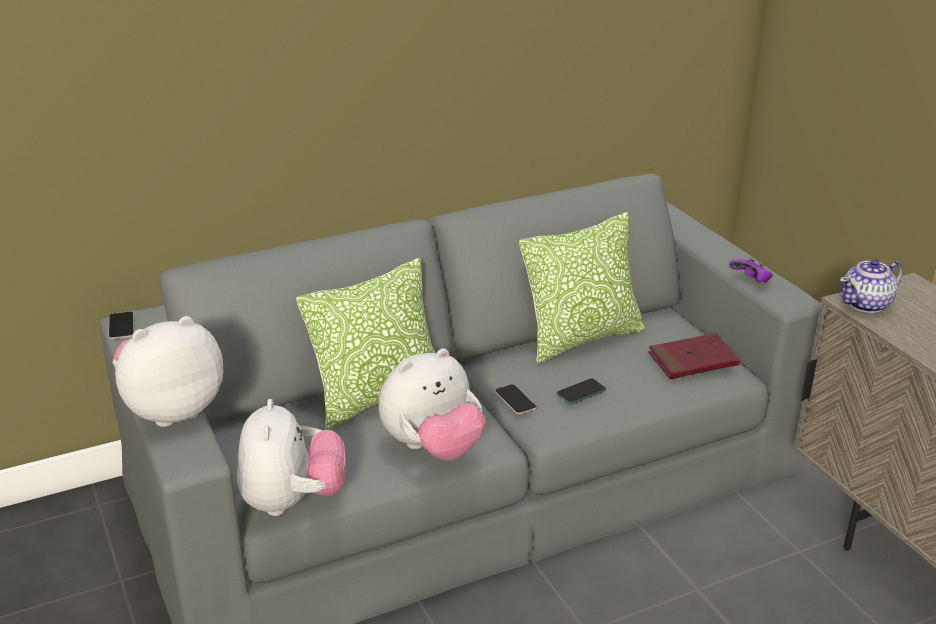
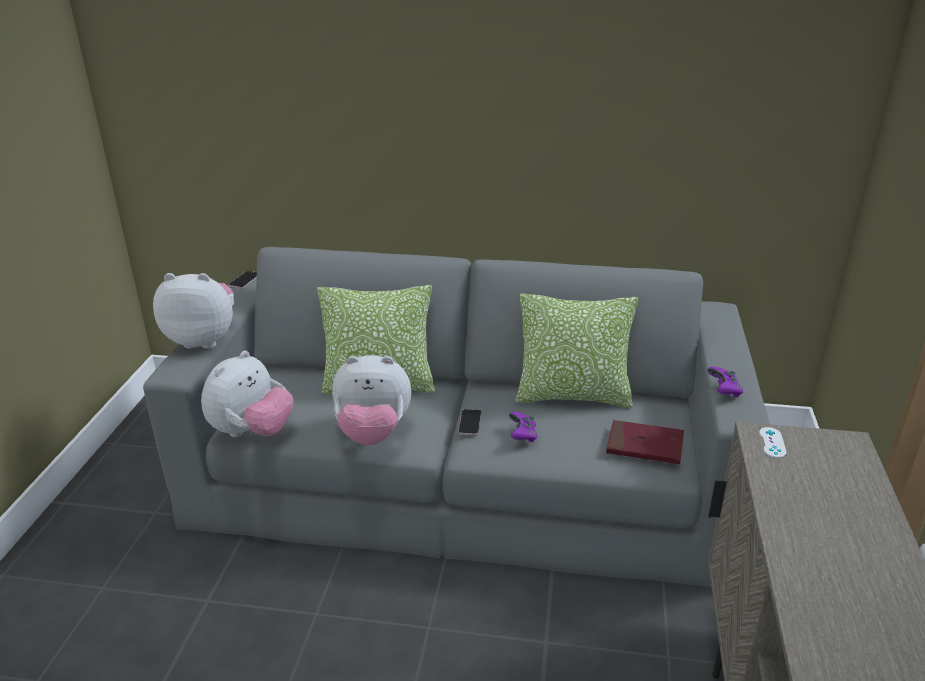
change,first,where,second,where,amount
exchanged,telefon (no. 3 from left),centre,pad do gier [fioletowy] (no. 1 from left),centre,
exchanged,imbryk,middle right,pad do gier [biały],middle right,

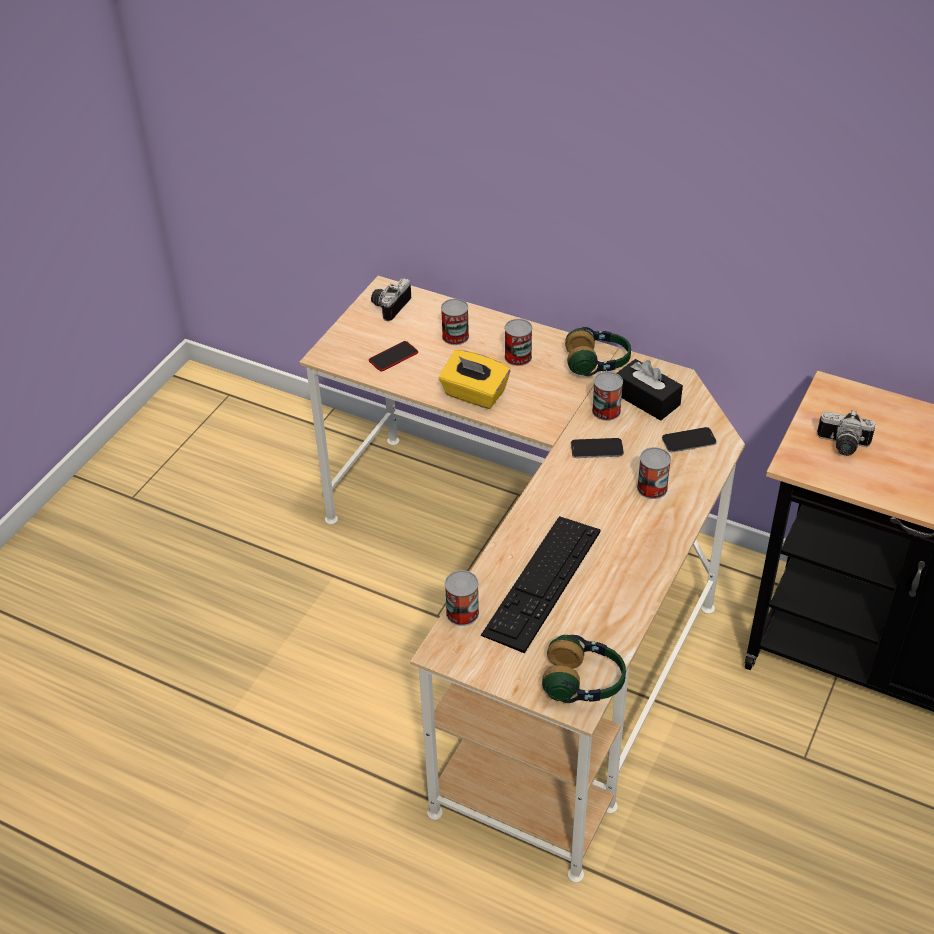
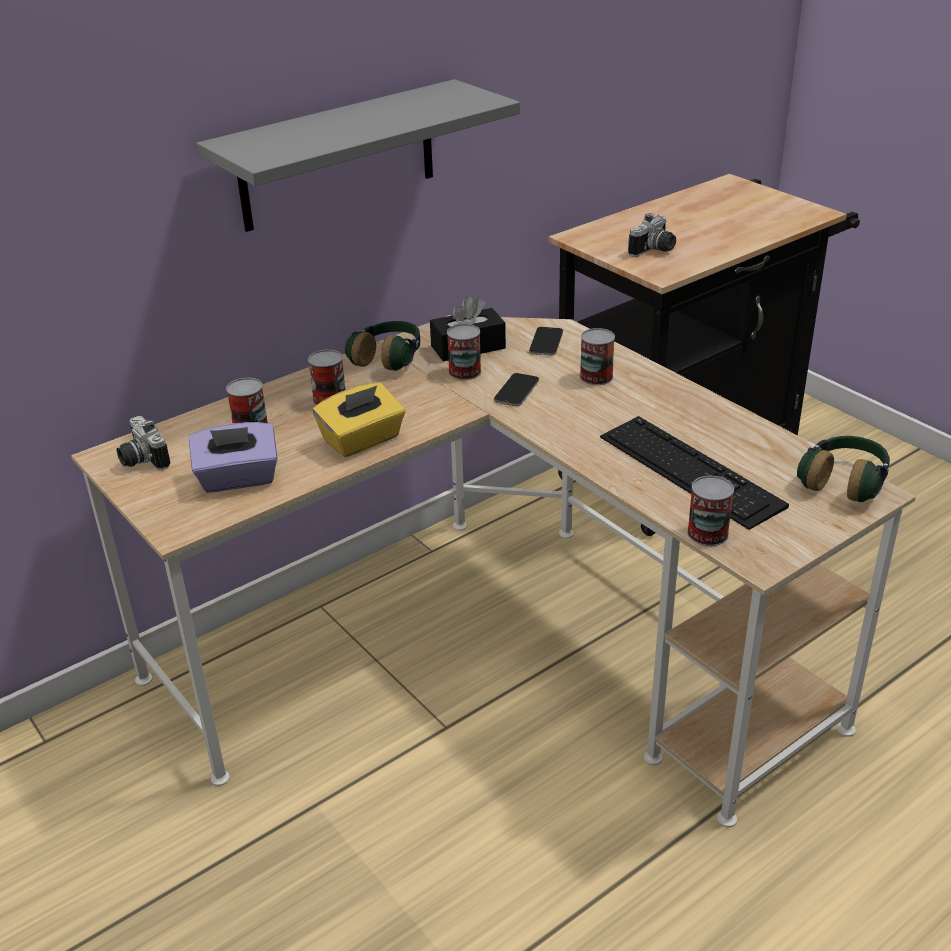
change,first,where,second,where,amount
exchanged,telefon (no. 1 from left),centre,pudełko chusteczek [fioletowy],middle left,
appeared,,,półka [szary],top centre,

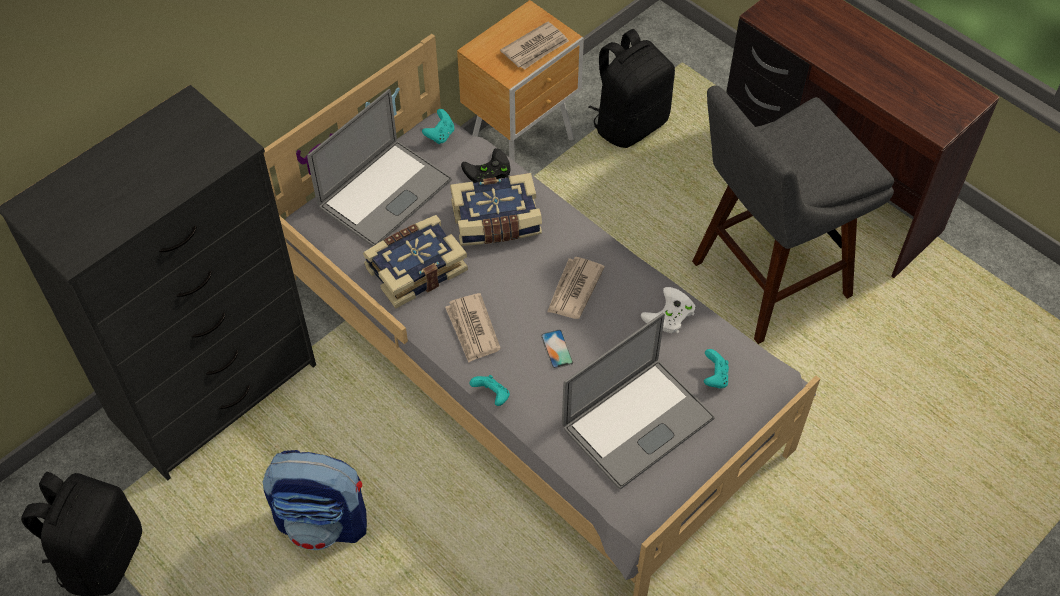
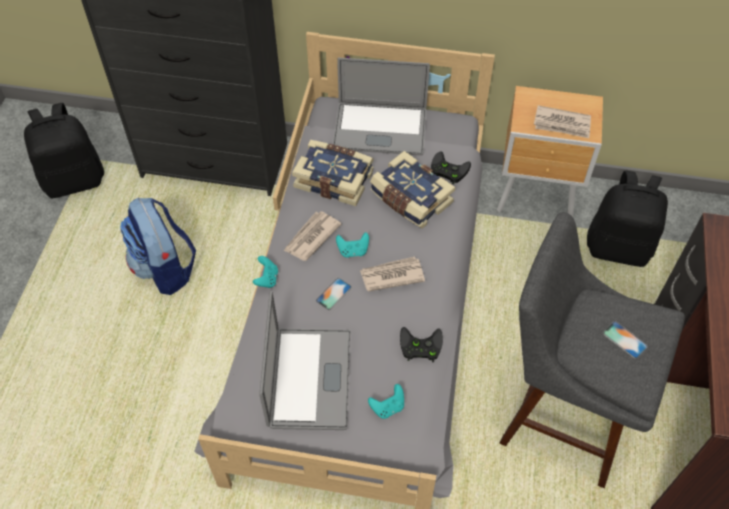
change,first,where,second,where,amount
spun,laptop (no. 2 from left in the first image),bottom centre,laptop (no. 1 from left),bottom centre,105 degrees counterclockwise
relocated,pad do gier [turkusowy] (no. 1 from left in the first image),top centre,pad do gier [turkusowy] (no. 2 from left),centre,
colour,pad do gier [biały],centre,pad do gier [czarny] (no. 1 from left),bottom centre,
appeared,,,telefon (no. 2 from left),bottom right,

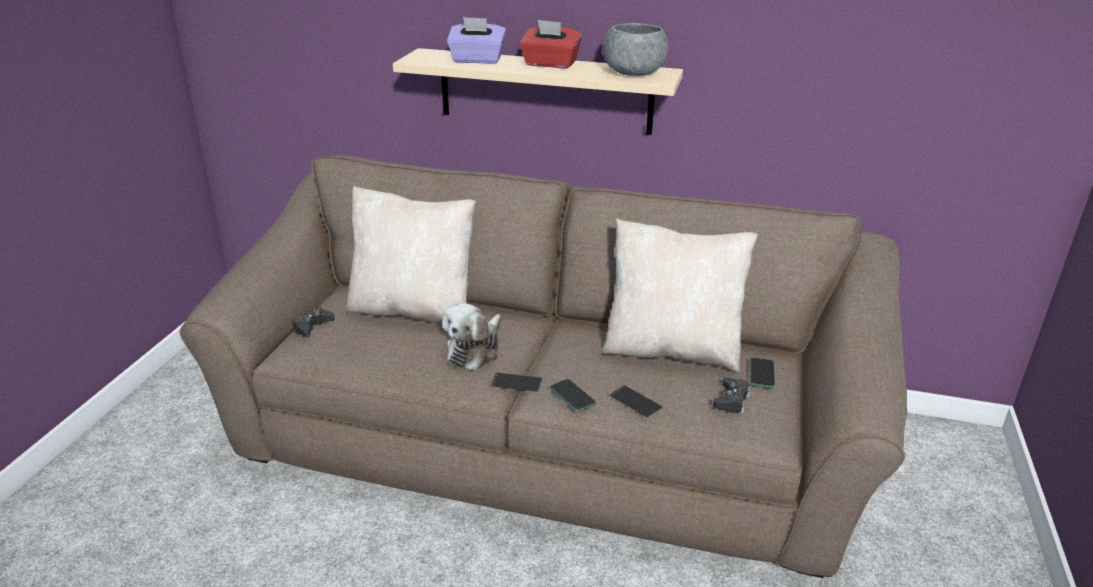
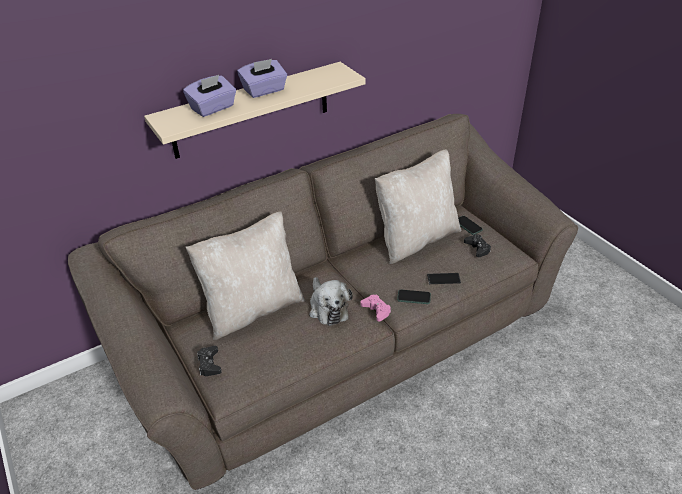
change,first,where,second,where,amount
colour,pudełko chusteczek [czerwony],top centre,pudełko chusteczek [fioletowy] (no. 2 from left),top centre,
exchanged,telefon (no. 1 from left),centre,pad do gier [różowy],centre,
missing,miska [szary],top centre,,,

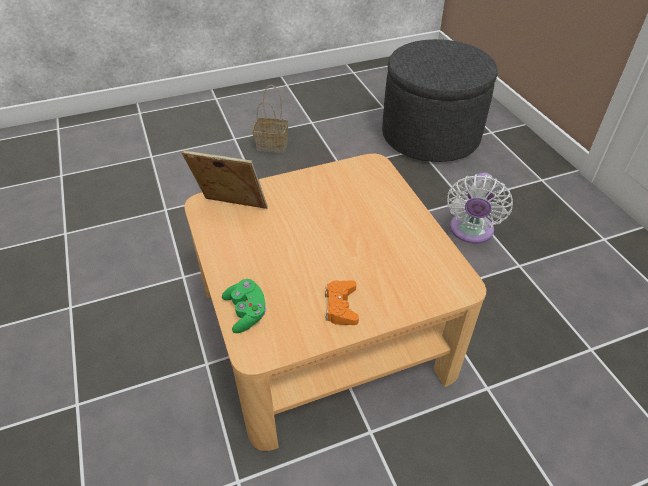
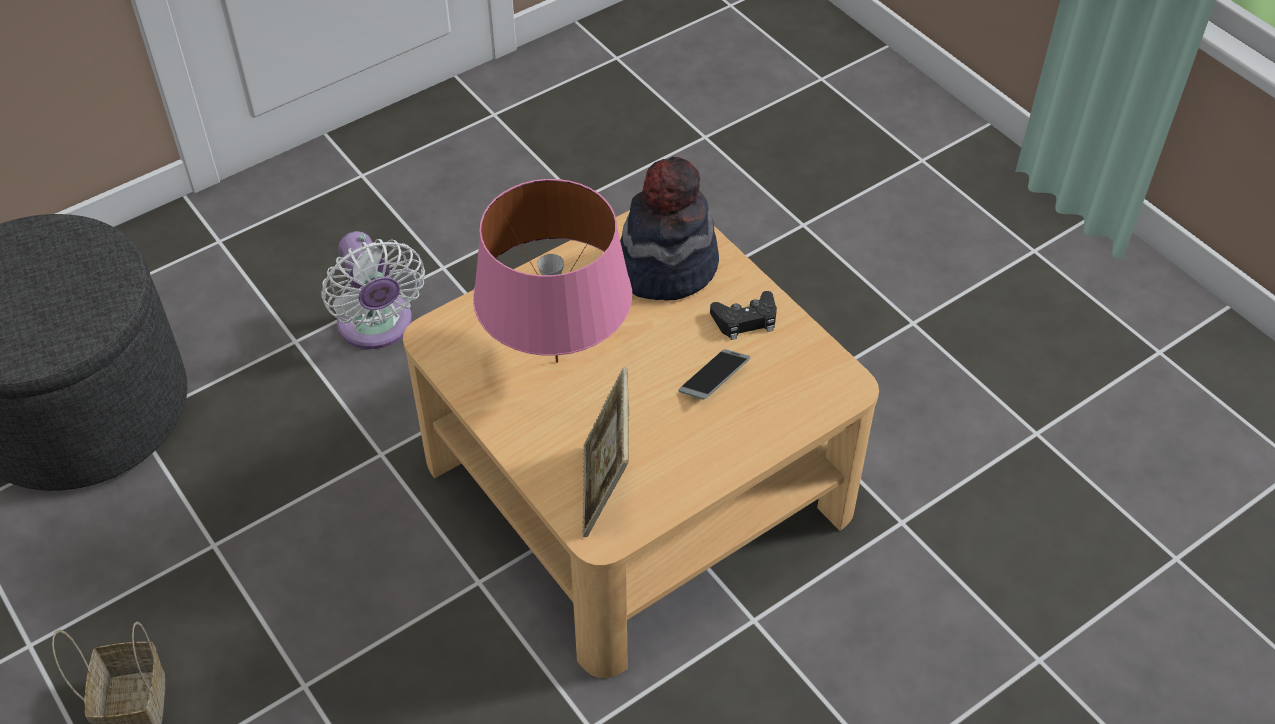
change,first,where,second,where,amount
spun,wentylator [biały],middle right,,middle left,60 degrees clockwise
appeared,,,lampa stołowa [różowy],centre,
appeared,,,kapelusz,top centre,
appeared,,,telefon,centre,
colour,pad do gier [pomarańczowy],centre,pad do gier [czarny],centre,
missing,pad do gier [zielony],centre,,,

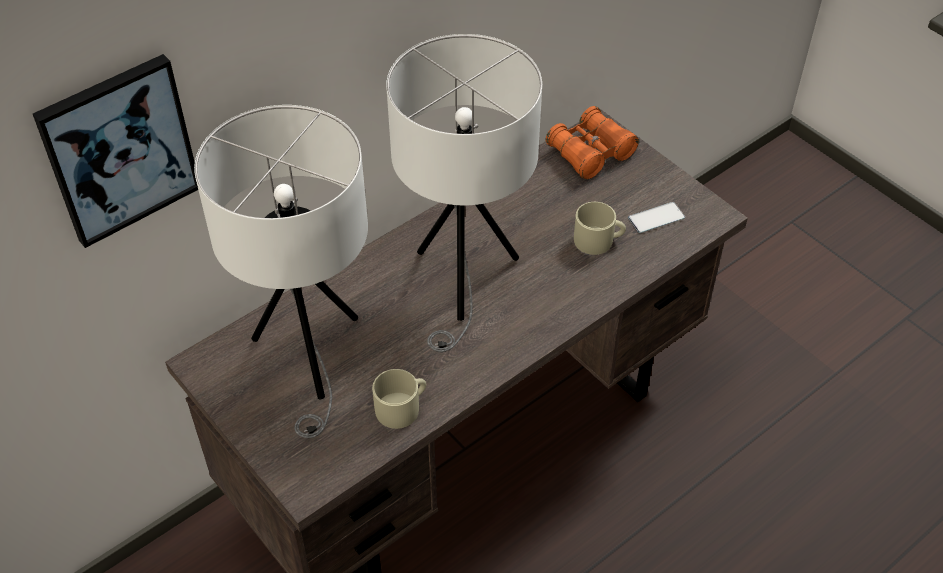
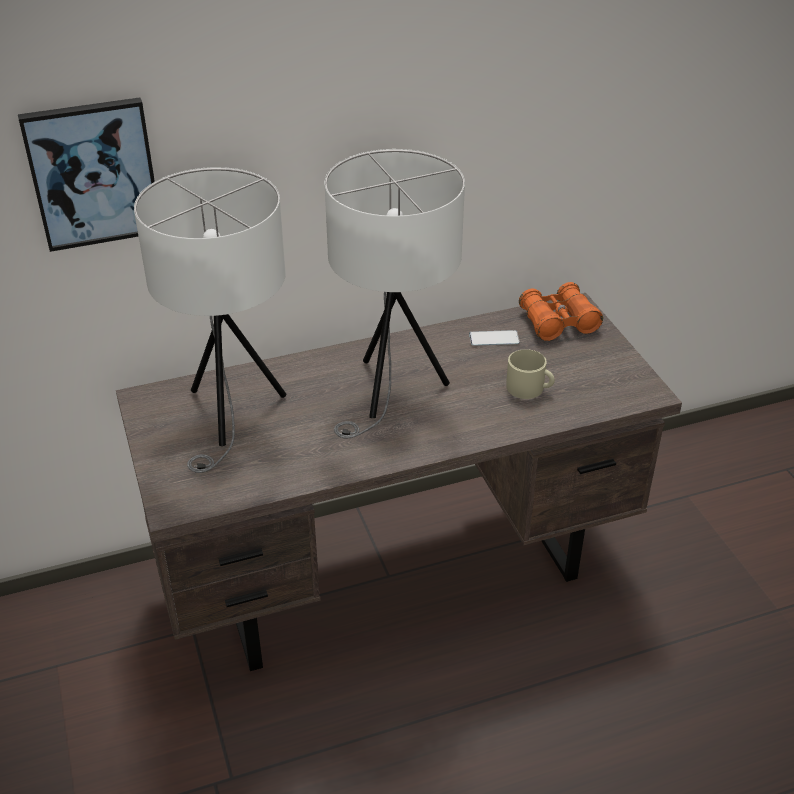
change,first,where,second,where,amount
relocated,telefon,middle right,,centre,
missing,kubek [beżowy] (no. 1 from left),bottom centre,,,

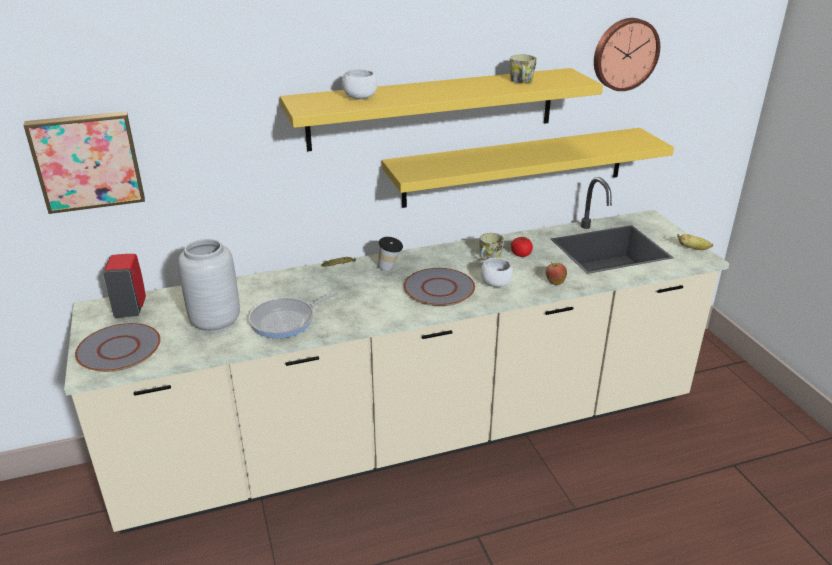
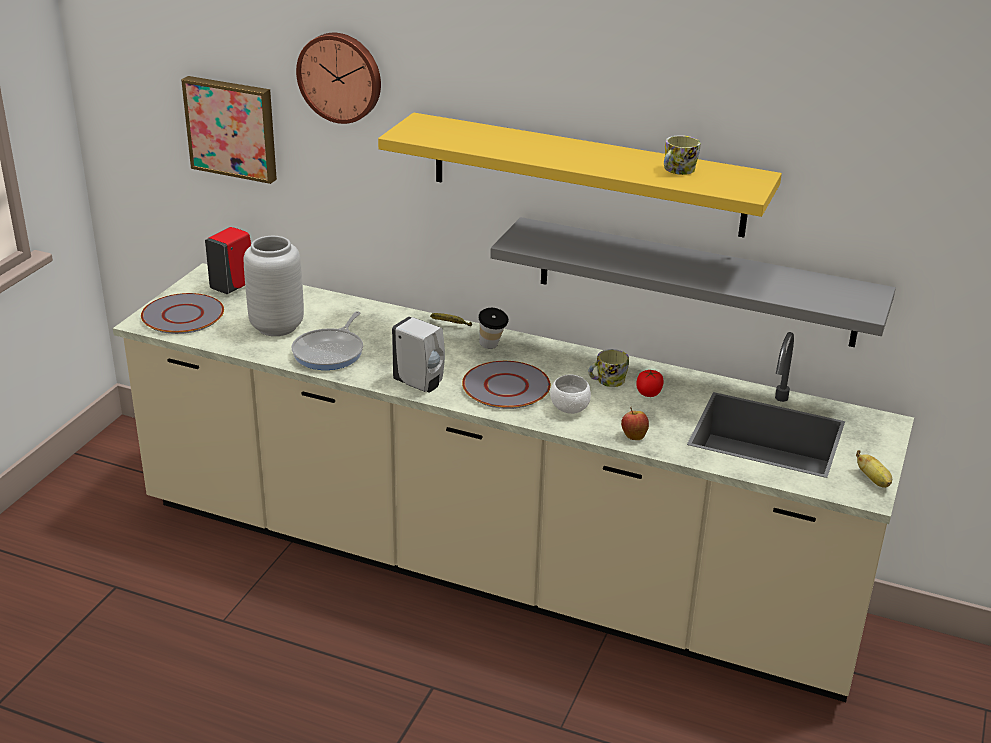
change,first,where,second,where,amount
spun,patelnia,centre,,middle left,75 degrees counterclockwise
relocated,zegar ścienny,top right,,top centre,
appeared,,,dozownik mydła [biały],centre,
colour,półka [żółty] (no. 2 from left),top centre,półka [szary],middle right,
missing,miska [biały] (no. 1 from left),top centre,,,

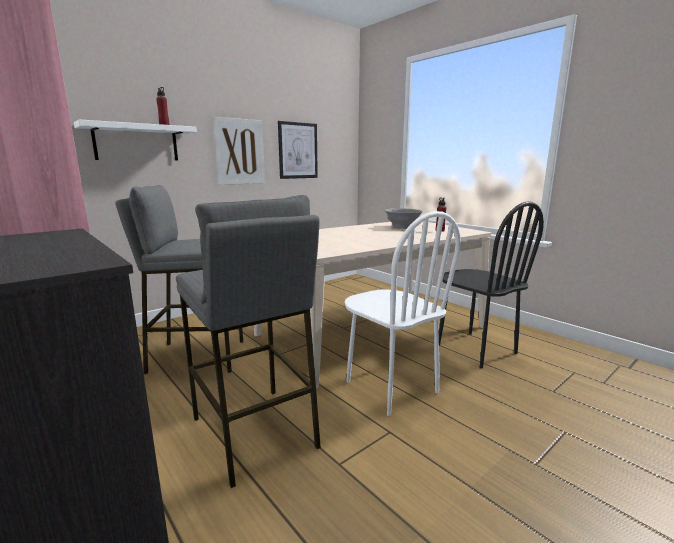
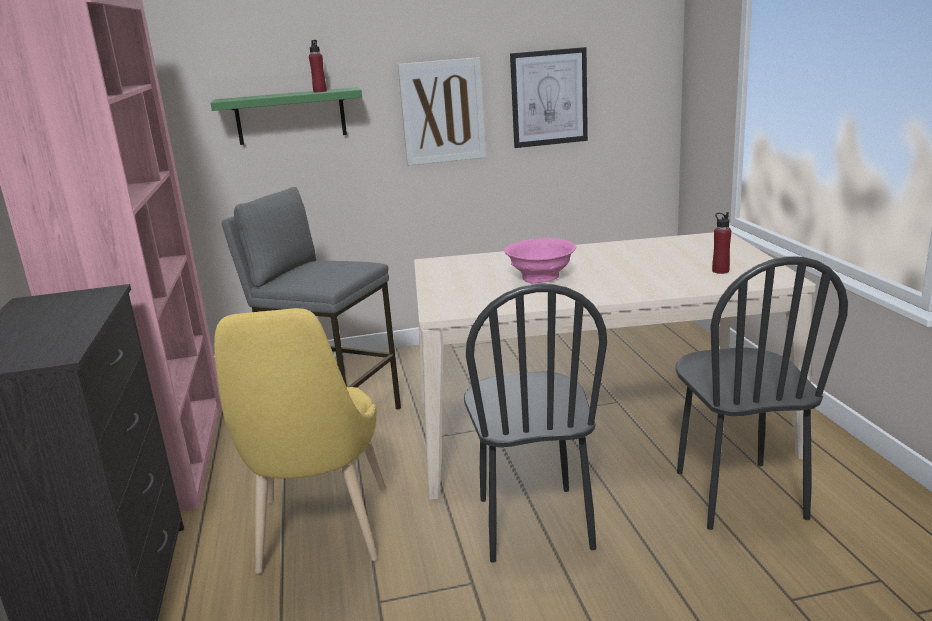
change,first,where,second,where,amount
colour,półka [biały],top left,półka [zielony],top left,
exchanged,stołek [szary] (no. 2 from left),centre,krzesło [żółty],bottom left,
colour,krzesło [biały],centre,krzesło [czarny] (no. 1 from left),bottom centre,
appeared,,,miska [różowy],centre,
missing,miska [szary],centre,,,

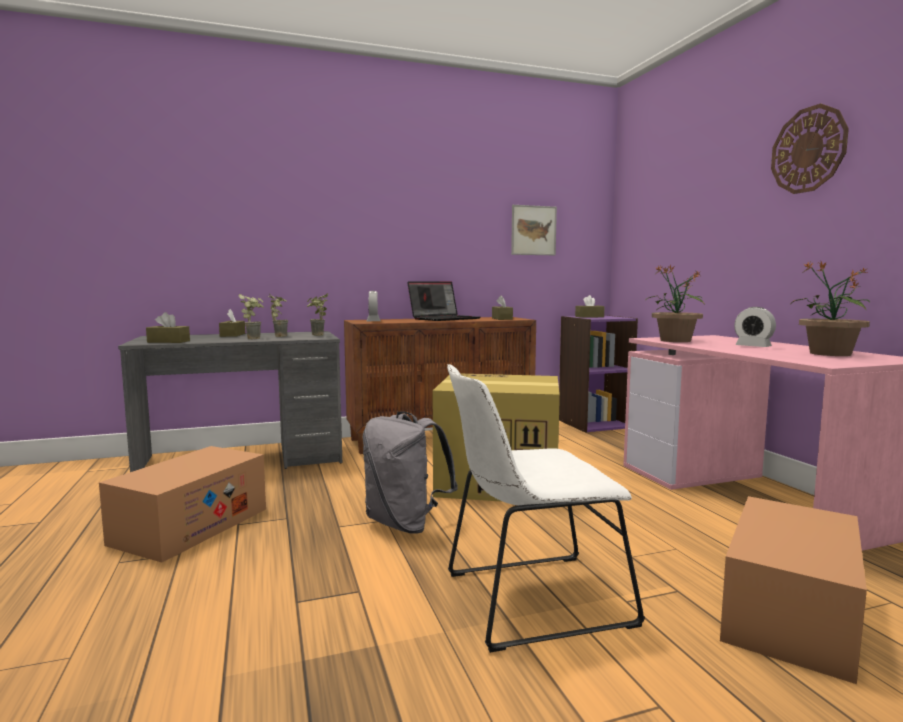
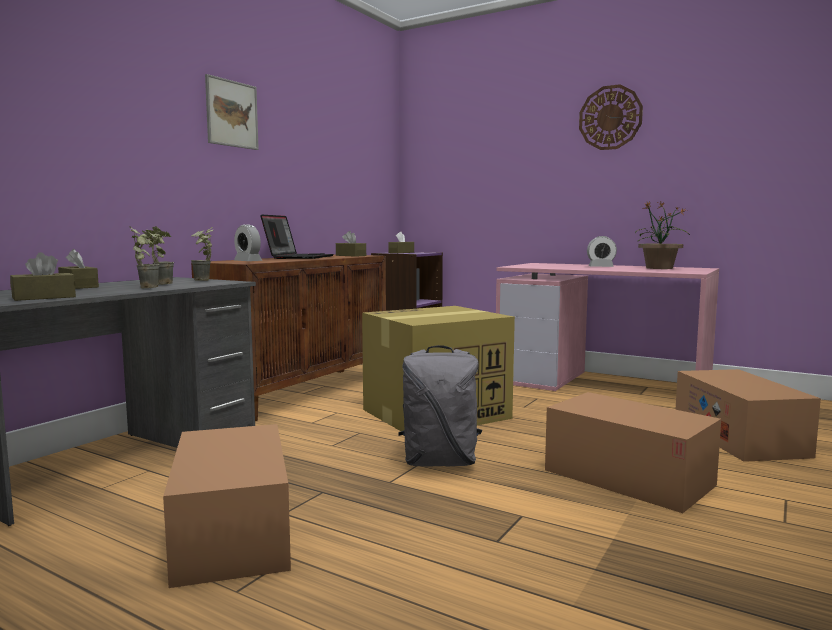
change,first,where,second,where,amount
relocated,obraz,top centre,,top left,
exchanged,krzesło [biały],bottom centre,karton (no. 3 from left),bottom right,
missing,roślina doniczkowa (no. 4 from left),middle right,,,

